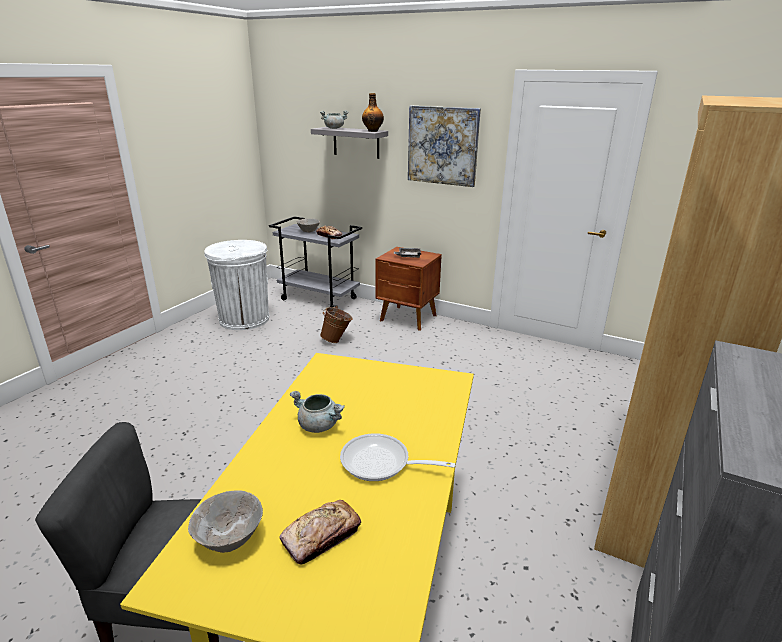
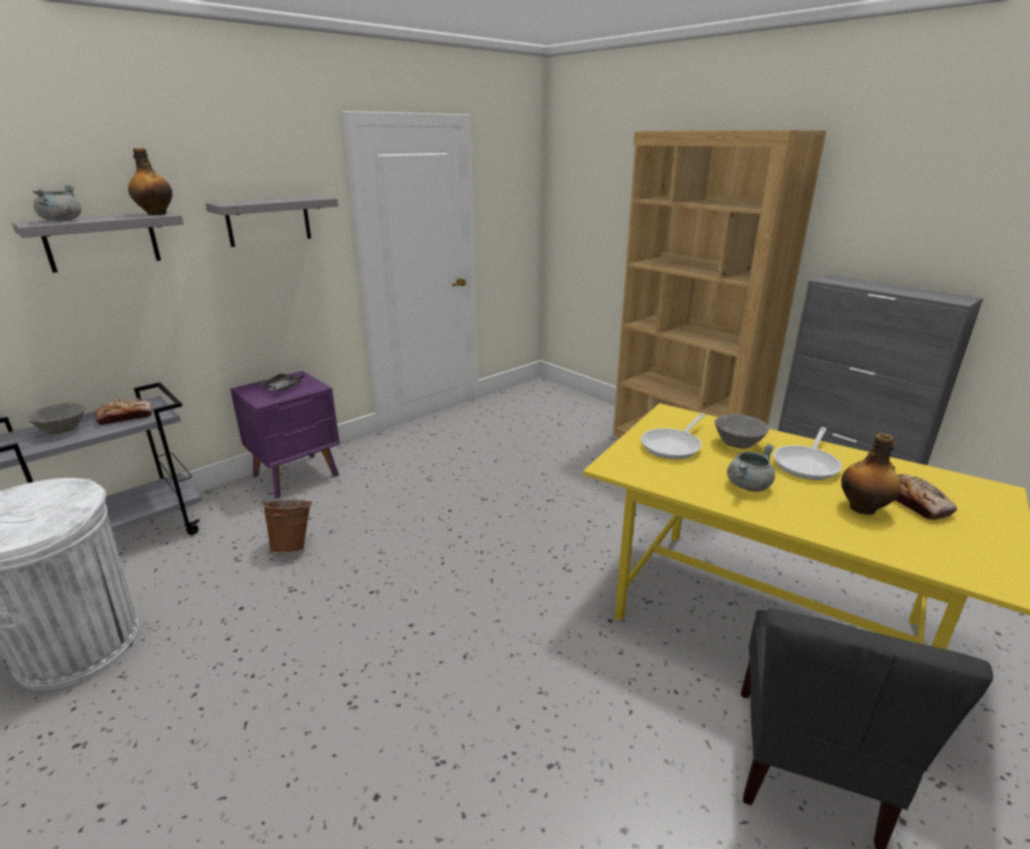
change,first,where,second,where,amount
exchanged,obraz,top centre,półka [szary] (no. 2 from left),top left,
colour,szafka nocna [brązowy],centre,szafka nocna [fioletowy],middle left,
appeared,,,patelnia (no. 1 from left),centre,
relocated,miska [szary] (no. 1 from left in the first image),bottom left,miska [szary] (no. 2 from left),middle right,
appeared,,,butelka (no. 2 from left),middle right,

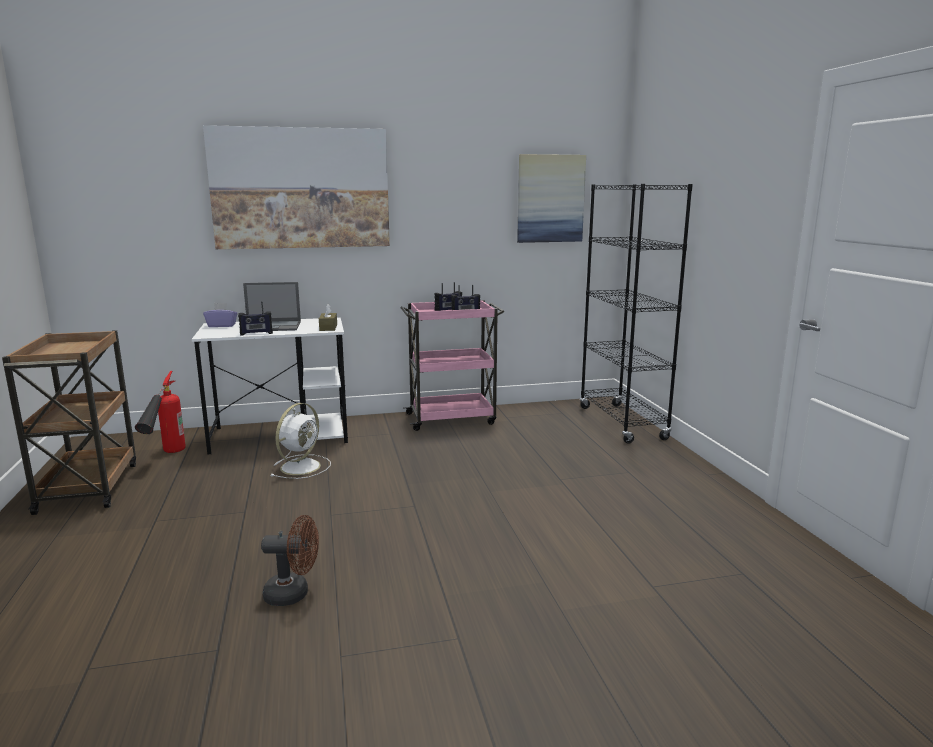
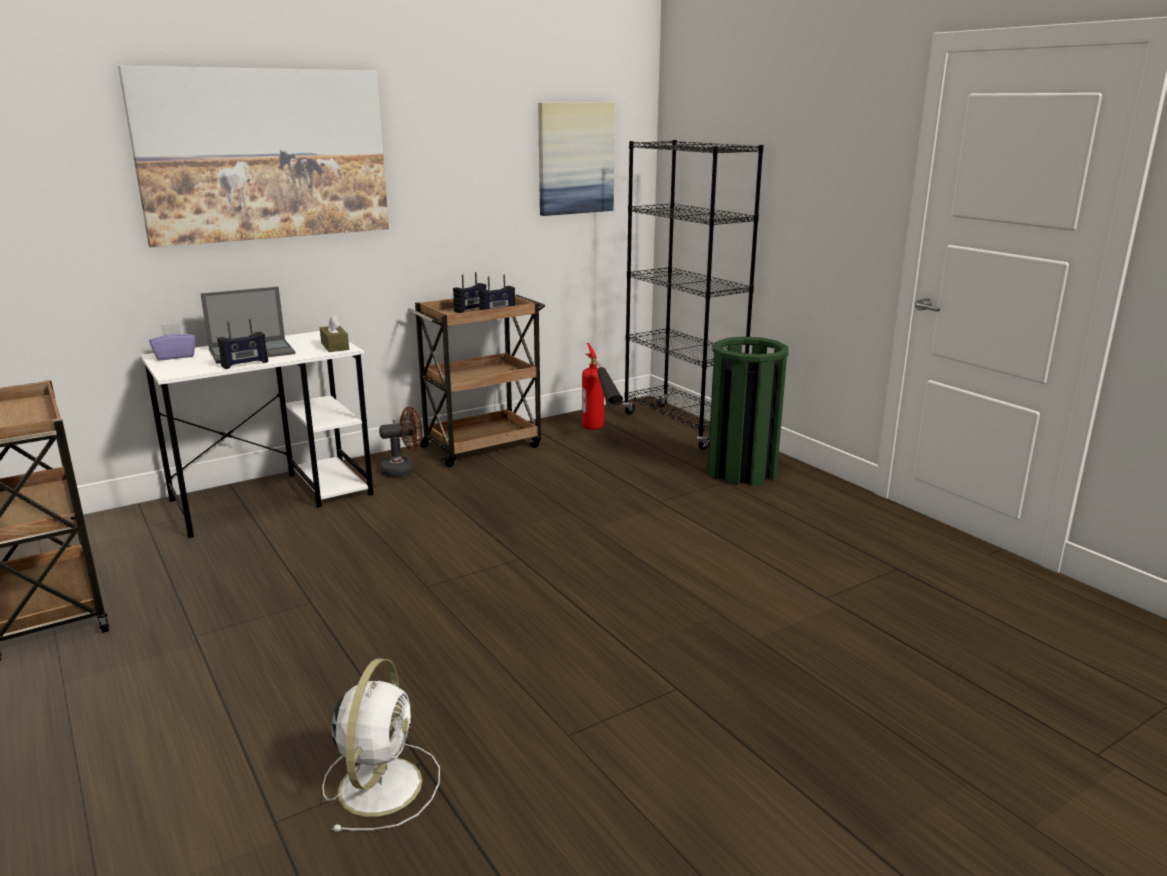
change,first,where,second,where,amount
relocated,wentylator [biały],middle left,,bottom left,
relocated,wentylator [brązowy],bottom left,,centre,
colour,wózek [różowy],centre,wózek [brązowy] (no. 2 from left),centre,
relocated,gaśnica,middle left,,centre,
appeared,,,kosz na śmieci [zielony],centre,

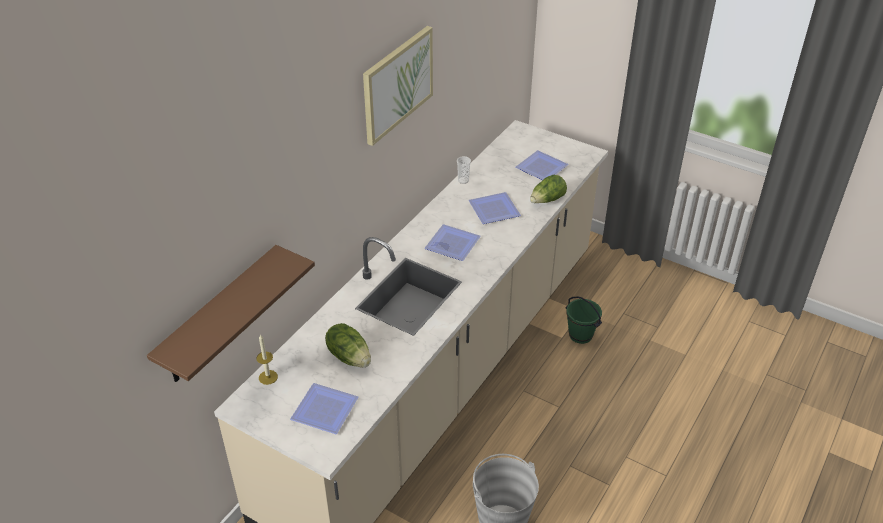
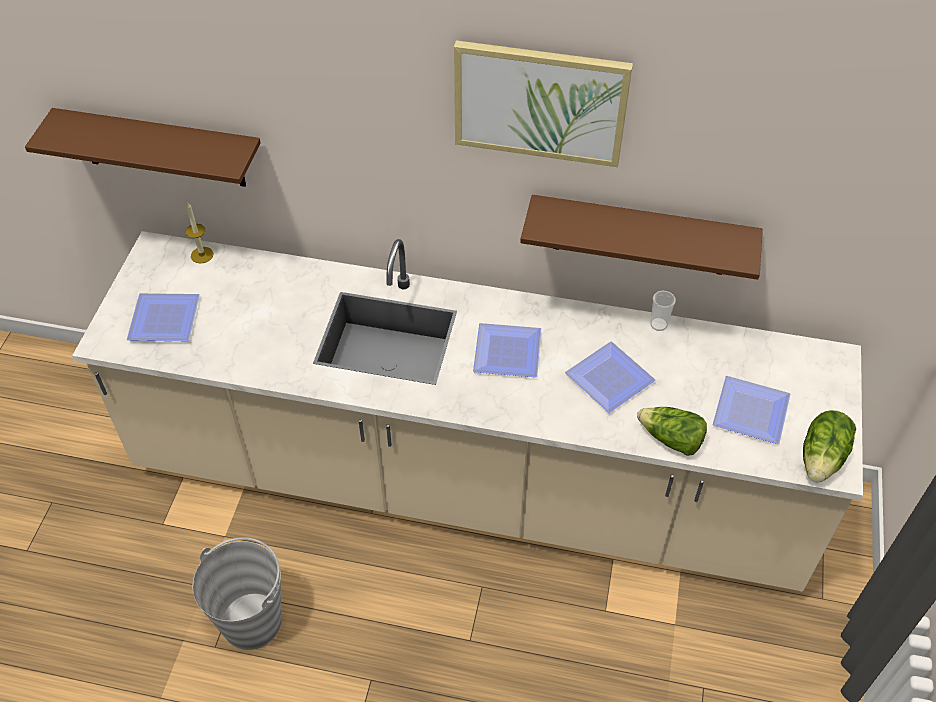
change,first,where,second,where,amount
appeared,,,półka [brązowy] (no. 2 from left),middle right,
relocated,sałata (no. 1 from left in the first image),centre,sałata (no. 2 from left),middle right,
missing,wiadro [zielony],centre,,,

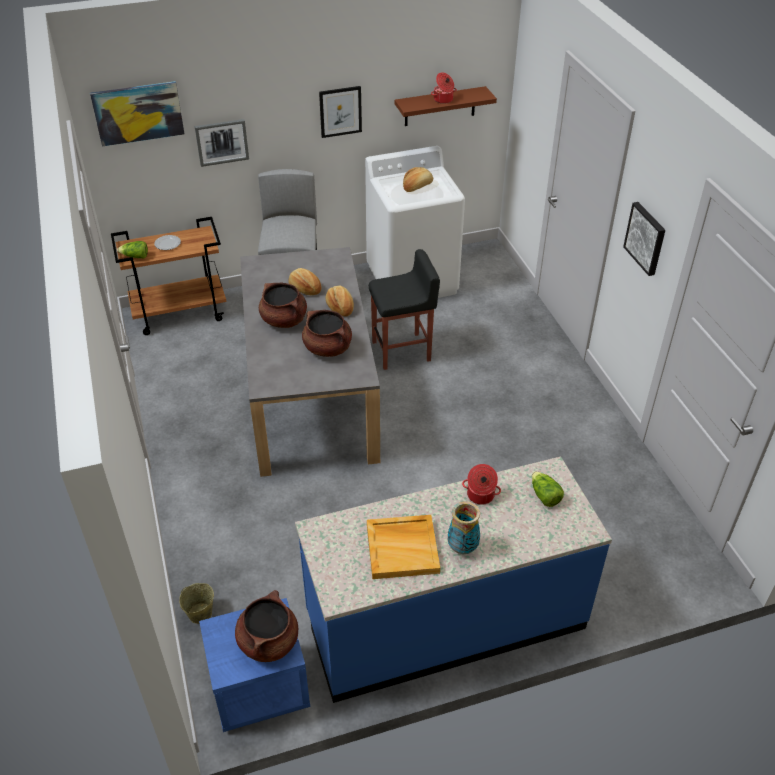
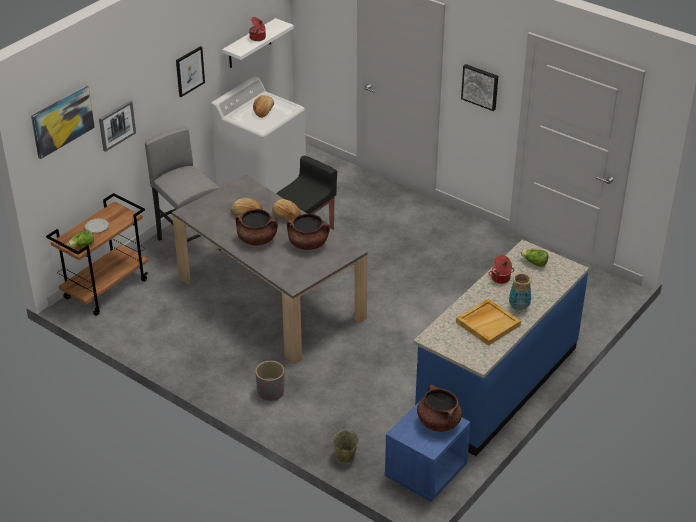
change,first,where,second,where,amount
colour,półka [brązowy],top centre,półka [biały],top centre,
appeared,,,donica [szary],bottom centre,

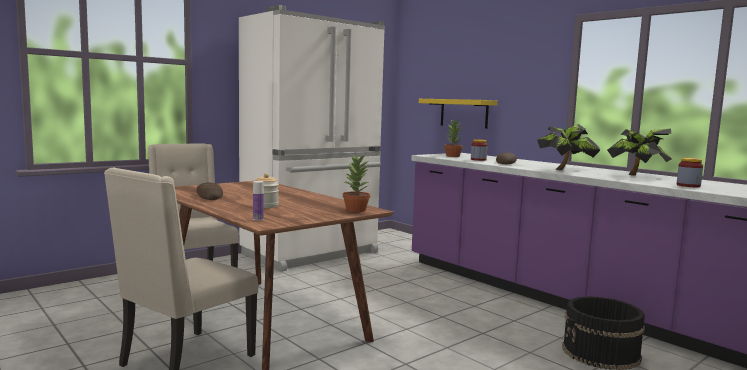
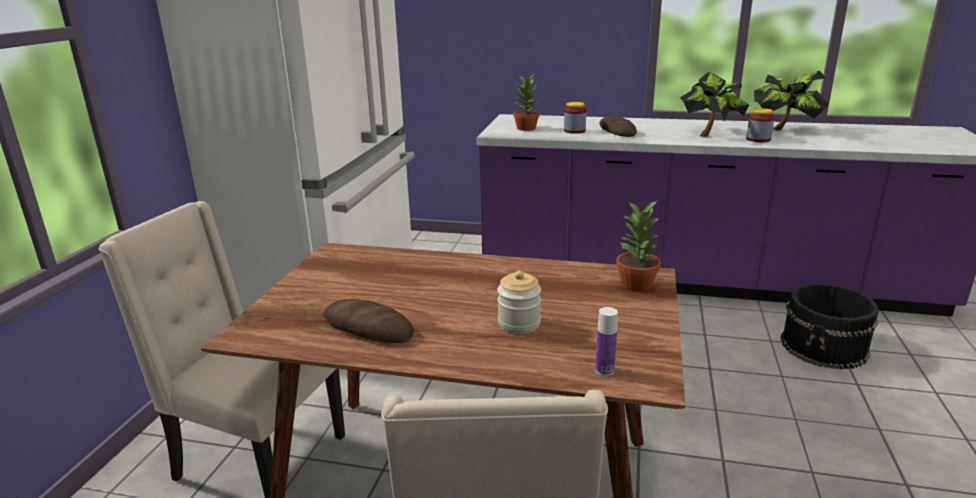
change,first,where,second,where,amount
relocated,słoik (no. 3 from left),middle right,,top right,
missing,półka [żółty],top centre,,,

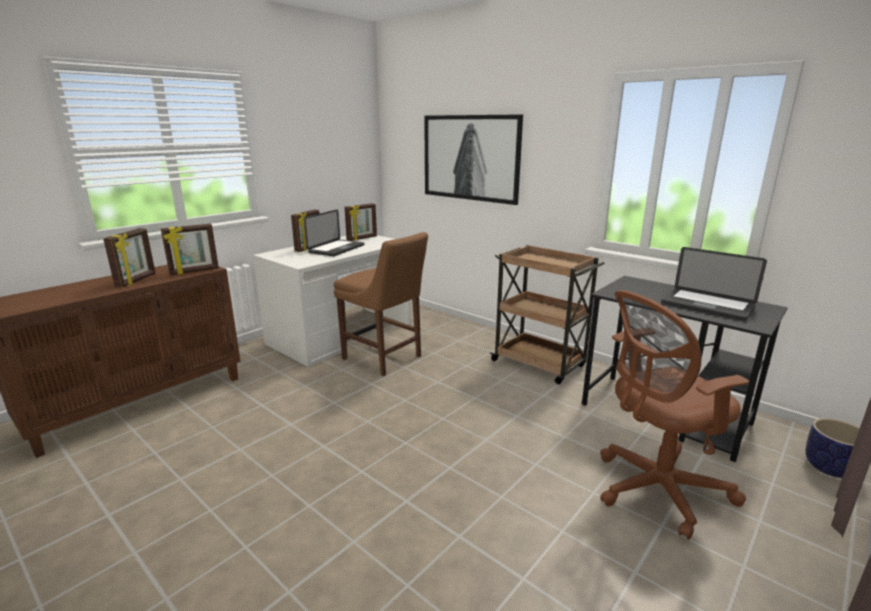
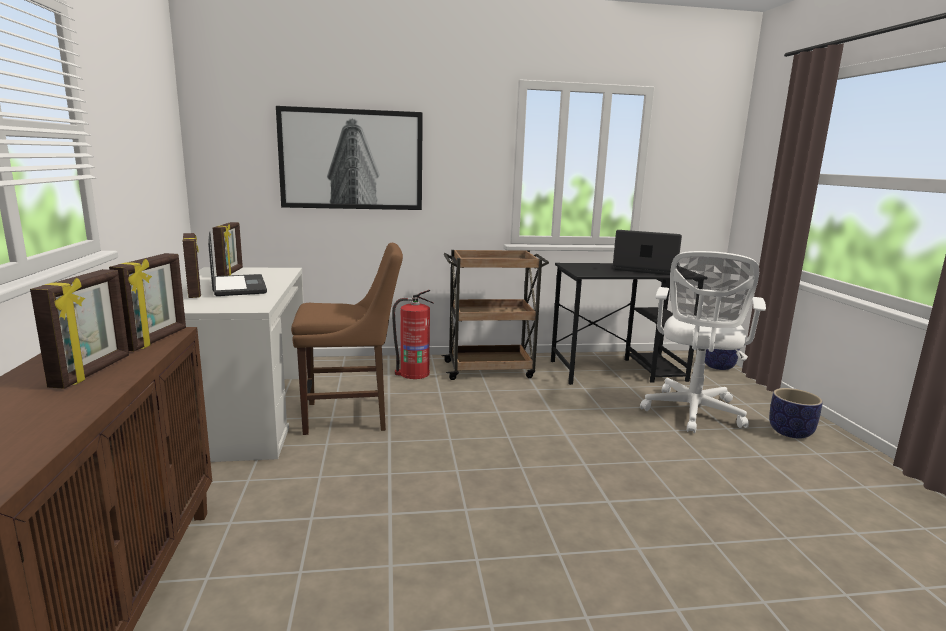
change,first,where,second,where,amount
spun,ramka na zdjęcie (no. 1 from left),middle left,,middle left,45 degrees clockwise
appeared,,,gaśnica,centre,
spun,laptop (no. 2 from left),middle right,,middle right,150 degrees counterclockwise
colour,krzesło biurowe [brązowy],bottom right,krzesło biurowe [biały],middle right,
appeared,,,donica (no. 2 from left),middle right,

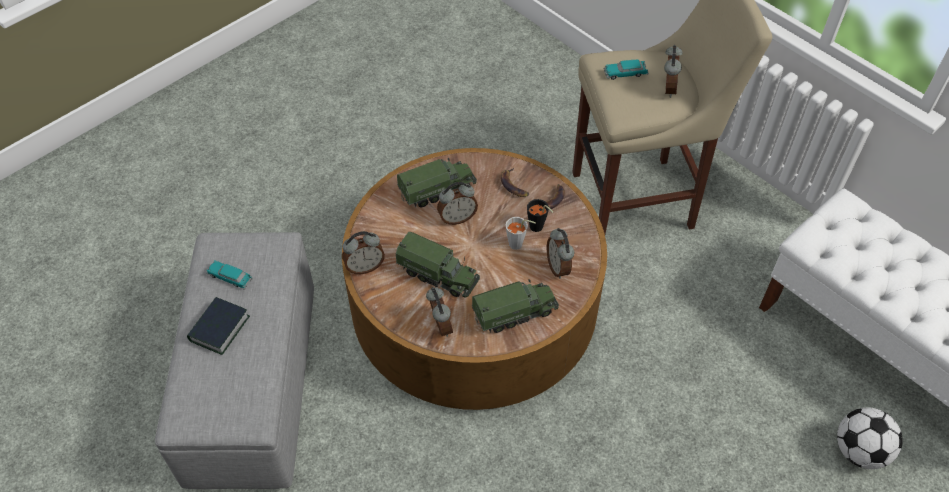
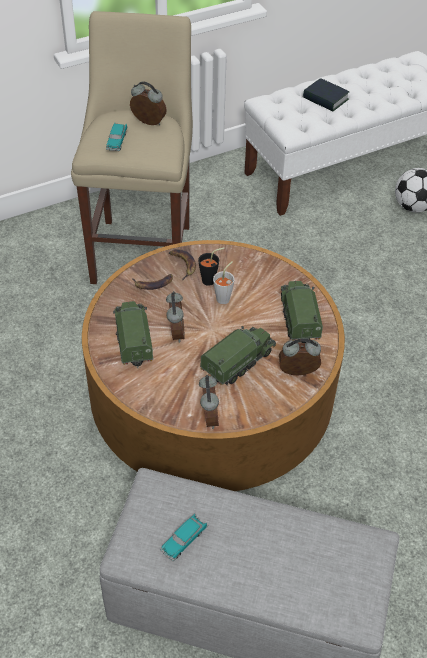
change,first,where,second,where,amount
relocated,książka,middle left,,top right,
missing,budzik (no. 4 from left),centre,,,

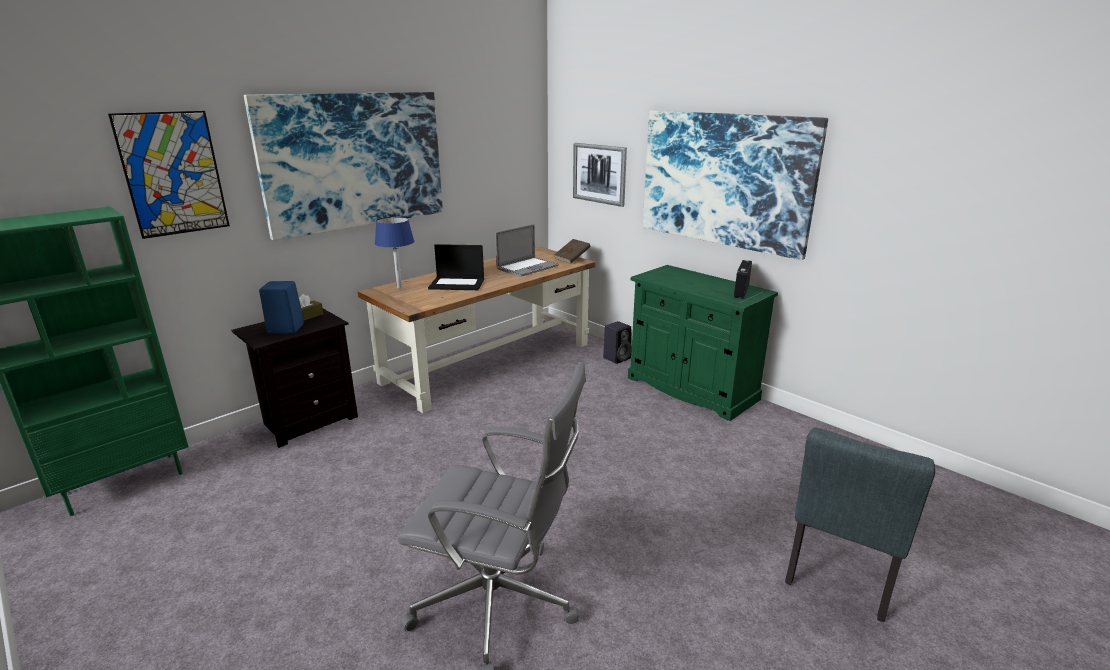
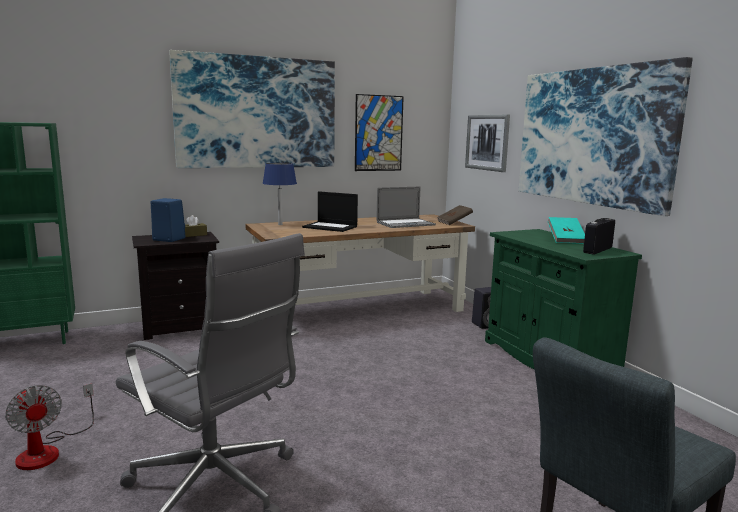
change,first,where,second,where,amount
appeared,,,wentylator,bottom left,
relocated,obraz (no. 1 from left in the first image),top left,obraz (no. 2 from left),top centre,
appeared,,,książka [turkusowy],middle right,

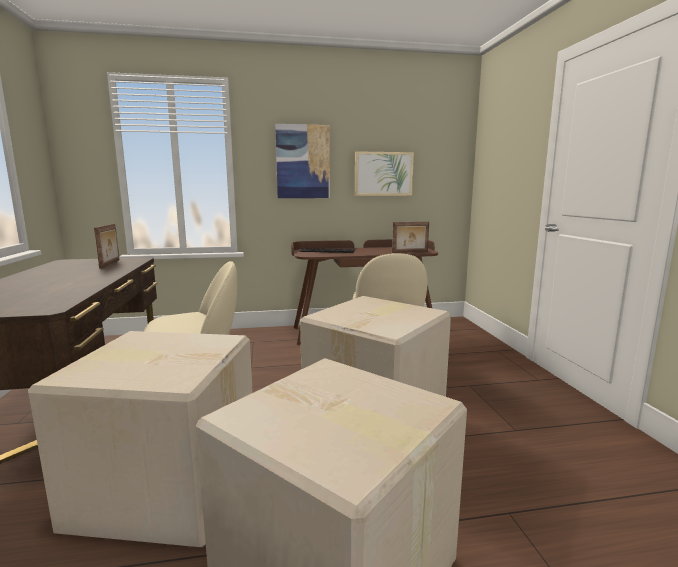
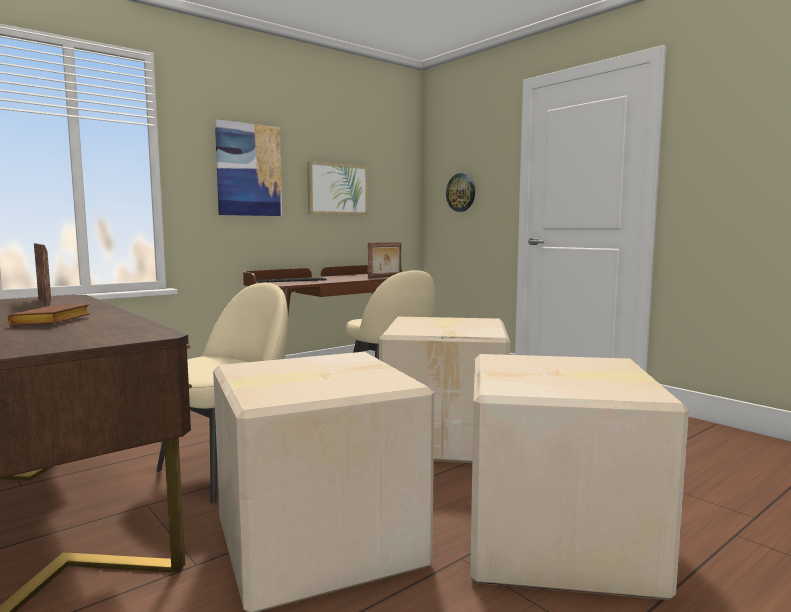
change,first,where,second,where,amount
appeared,,,książka [brązowy],middle left,
appeared,,,zegar ścienny,top centre,

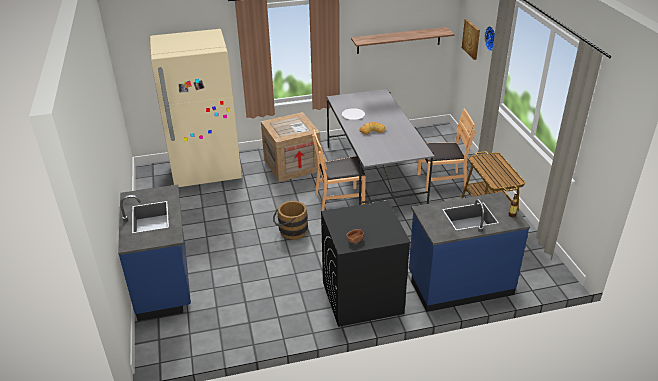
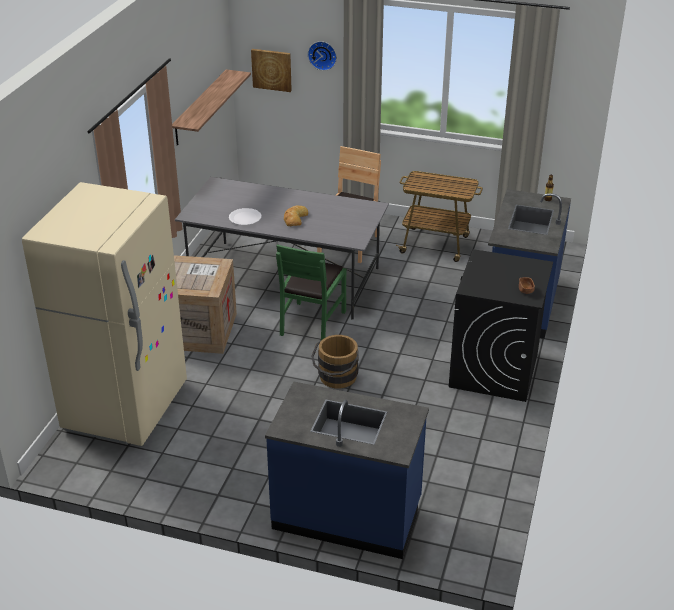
change,first,where,second,where,amount
colour,krzesło [brązowy] (no. 1 from left),centre,krzesło [zielony],centre,

